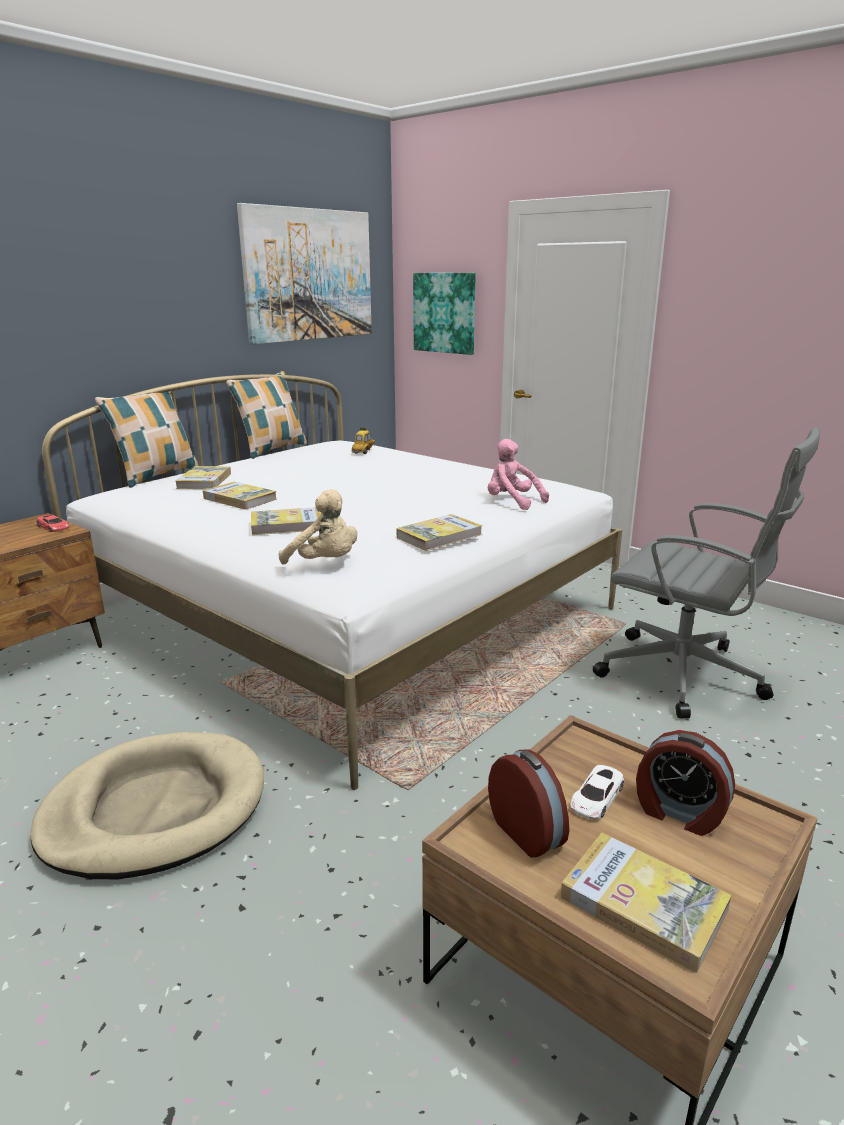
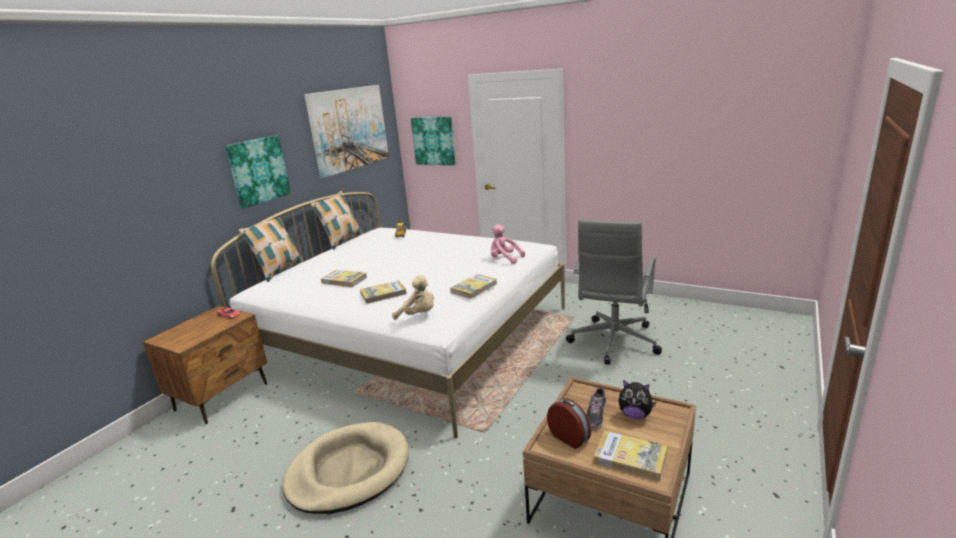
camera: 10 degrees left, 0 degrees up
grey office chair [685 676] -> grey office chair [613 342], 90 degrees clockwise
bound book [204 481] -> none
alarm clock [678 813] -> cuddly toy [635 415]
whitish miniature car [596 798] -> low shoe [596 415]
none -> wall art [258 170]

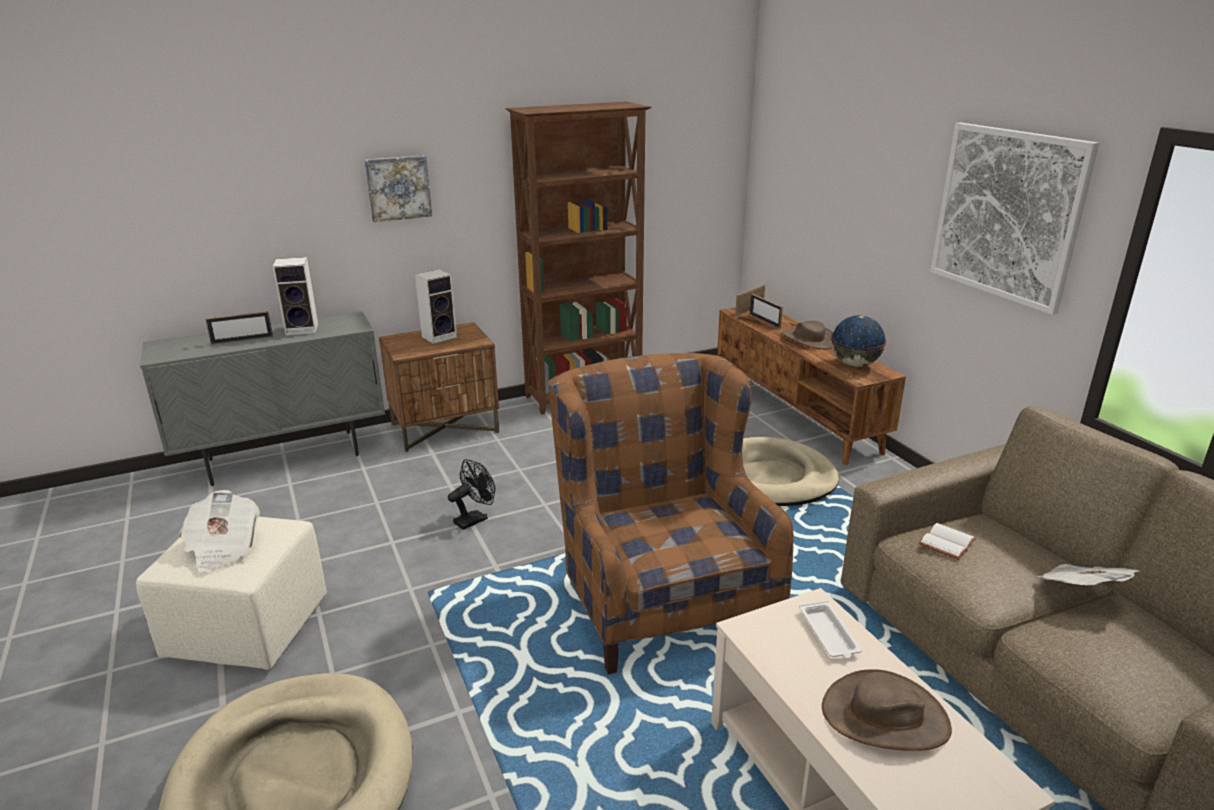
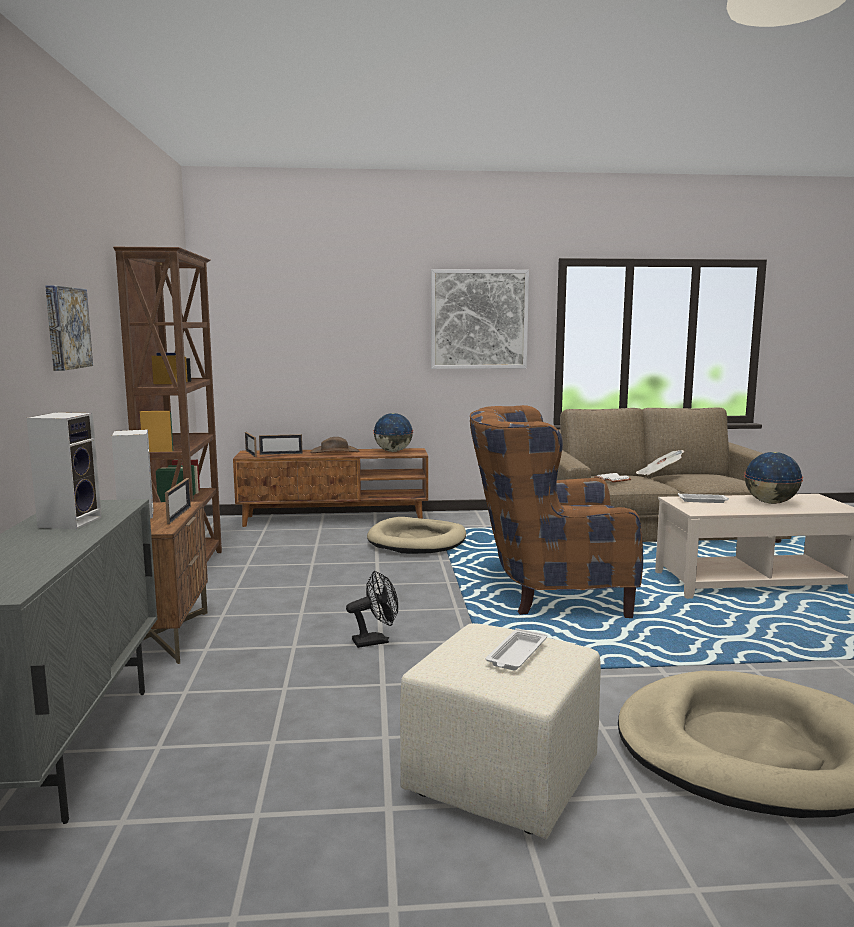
camera: 70 degrees left, 15 degrees down
photo frame [242 340] -> photo frame [179 515], shifted
black cooling fan [475 519] -> black cooling fan [376 641], 90 degrees clockwise
daily paper [223 548] -> whitish serving tray [516 655]
brown-coloured clothing hat [885 717] -> desk globe [771 503]

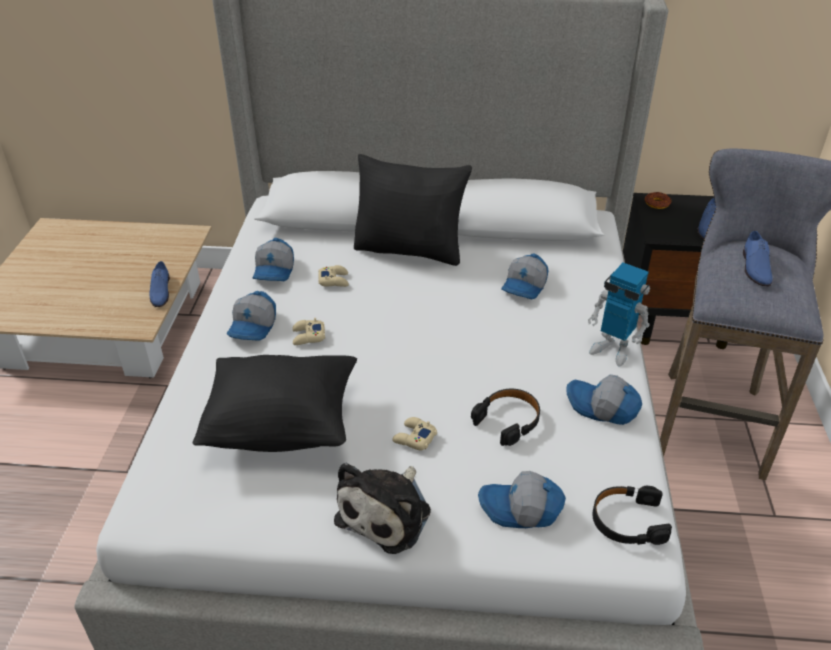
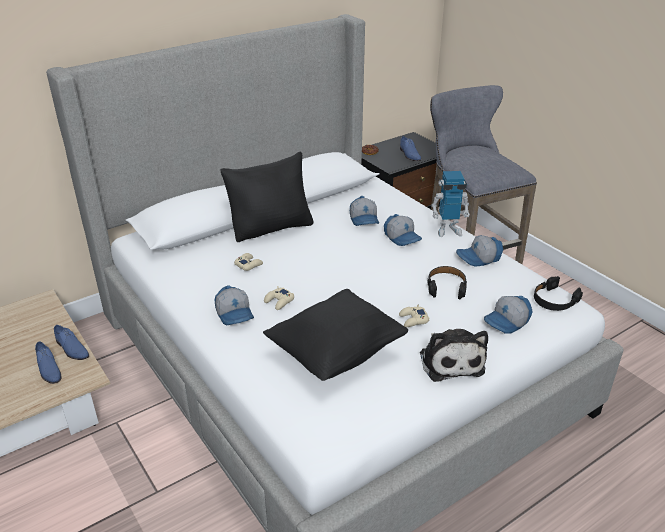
camera: 40 degrees left, 5 degrees down
blue-coloured low shoe [754 267] -> blue-coloured low shoe [48 369], shifted
cap [275 271] -> cap [402 237], shifted

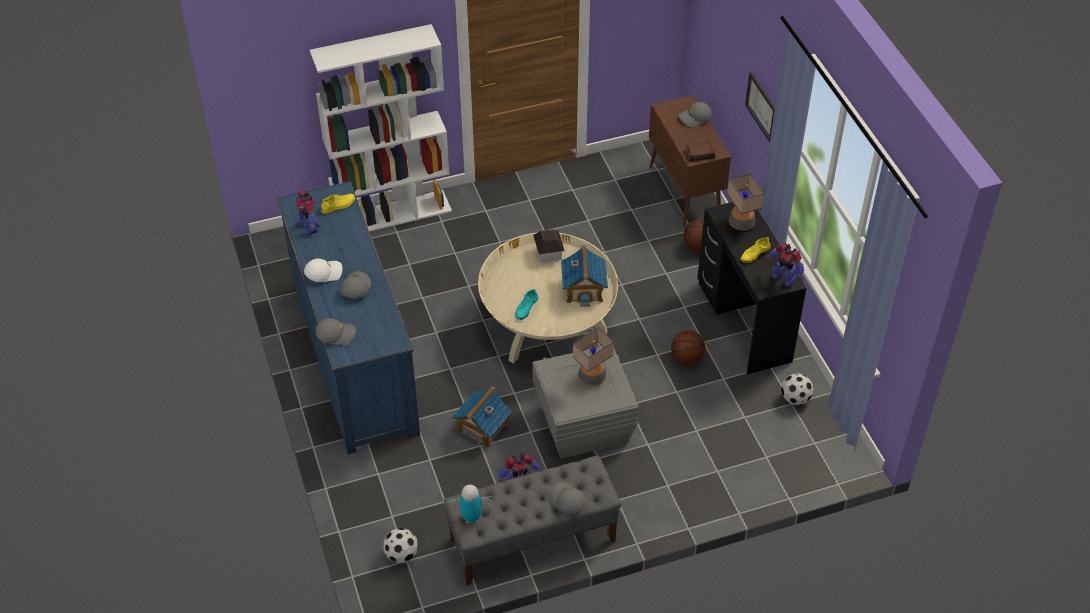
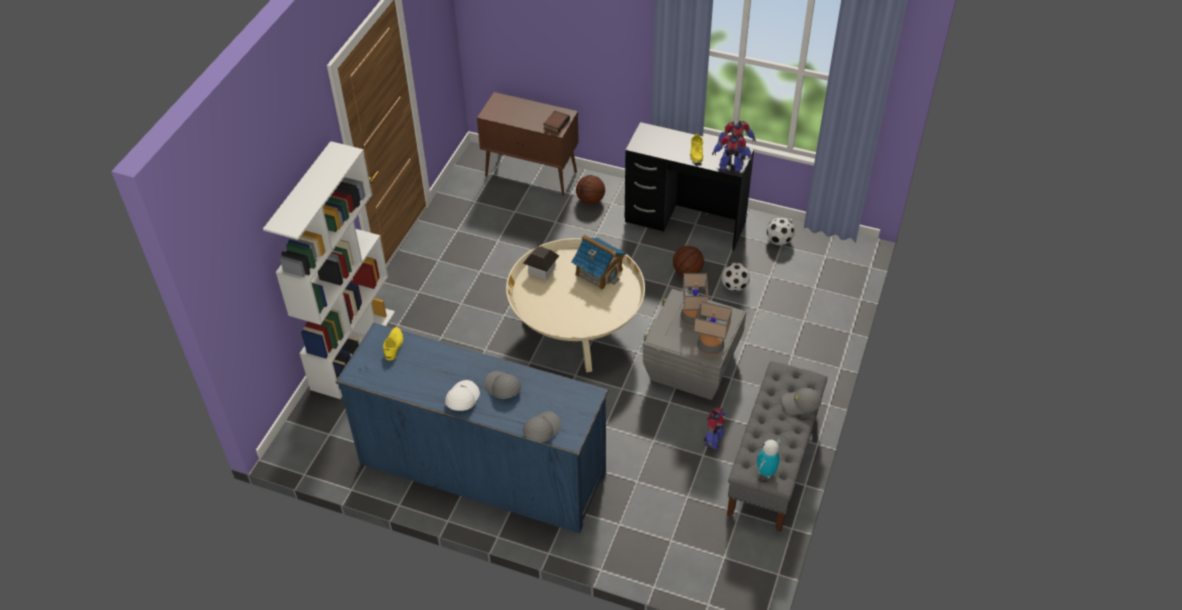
camera: 50 degrees left, 0 degrees up
wall art [761 107] -> none
grey cap [694 118] -> none
tabletop lamp [741 223] -> tabletop lamp [710 347], shifted
model robot [309 227] -> model robot [730 167], shifted
turquoise-coloured low shoe [526 308] -> none
miniature house [482 428] -> none
football ball [402 554] -> football ball [734 286], shifted

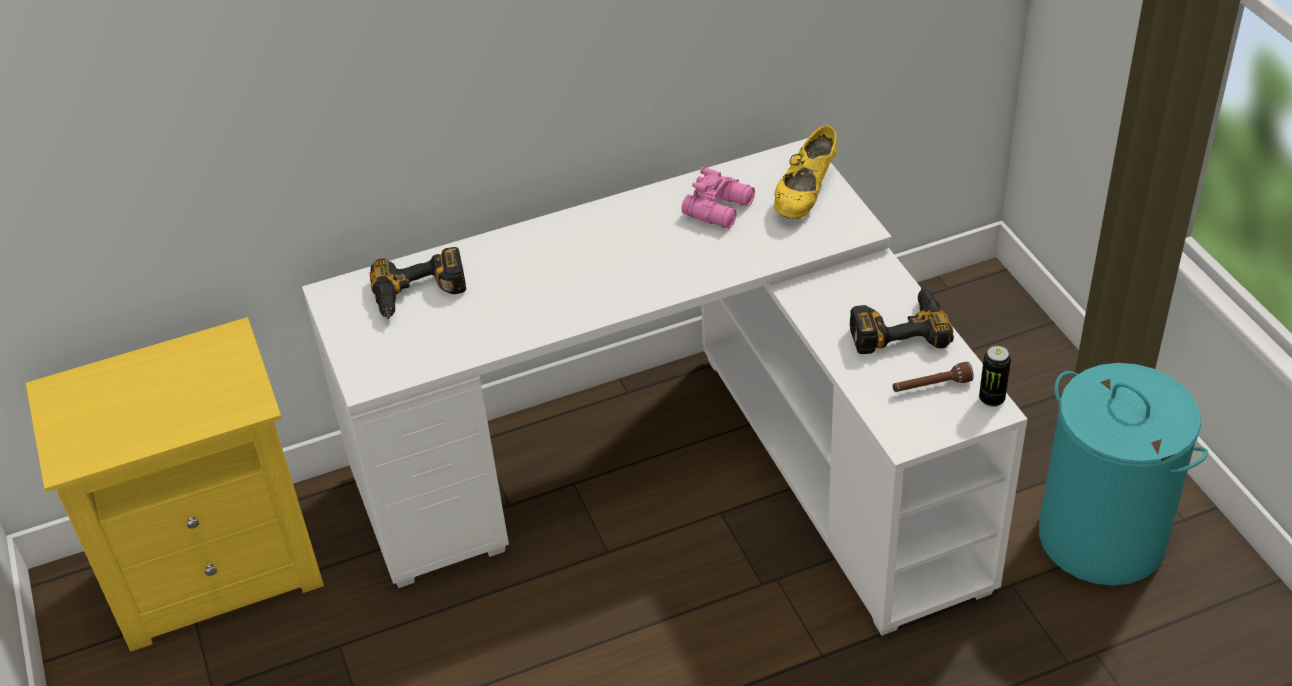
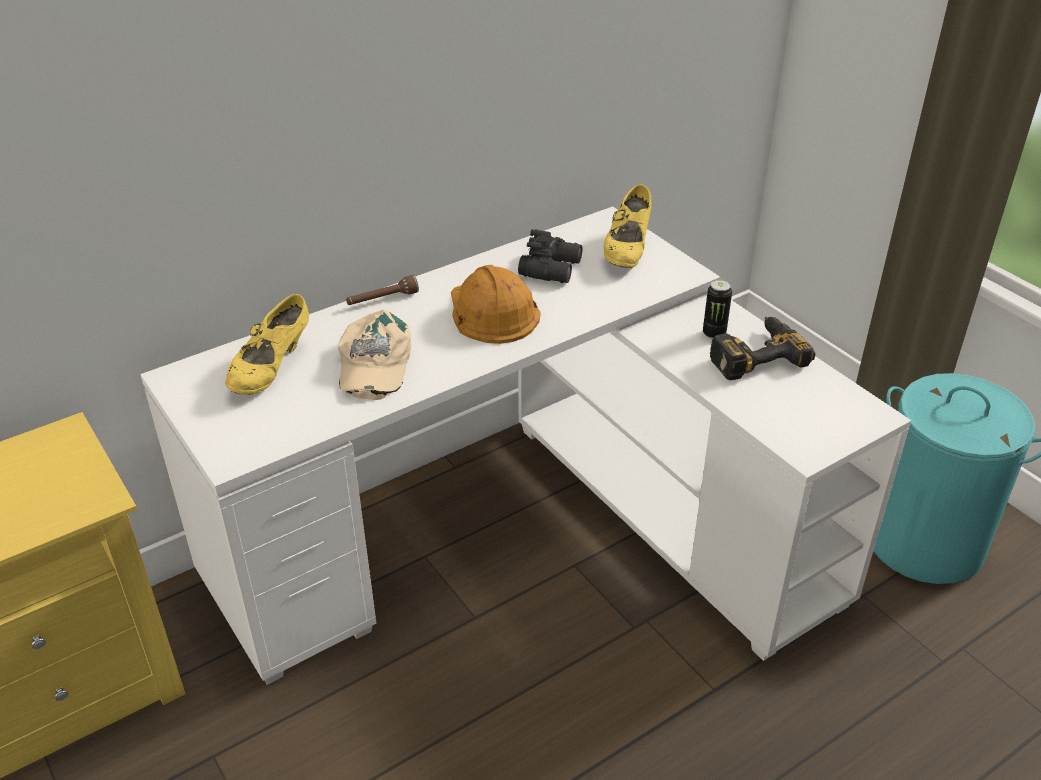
camera: 15 degrees left, 5 degrees down
pinkish binoculars [720 208] -> black binoculars [552 268]
drill [420 295] -> yellow low shoe [271 370]
can [991 399] -> can [714 334], shifted
brown-coloured torch [931 386] -> brown-coloured torch [382 300], shifted
none -> orange-coloured work helmet [492 311]
none -> beige cap [373 363]

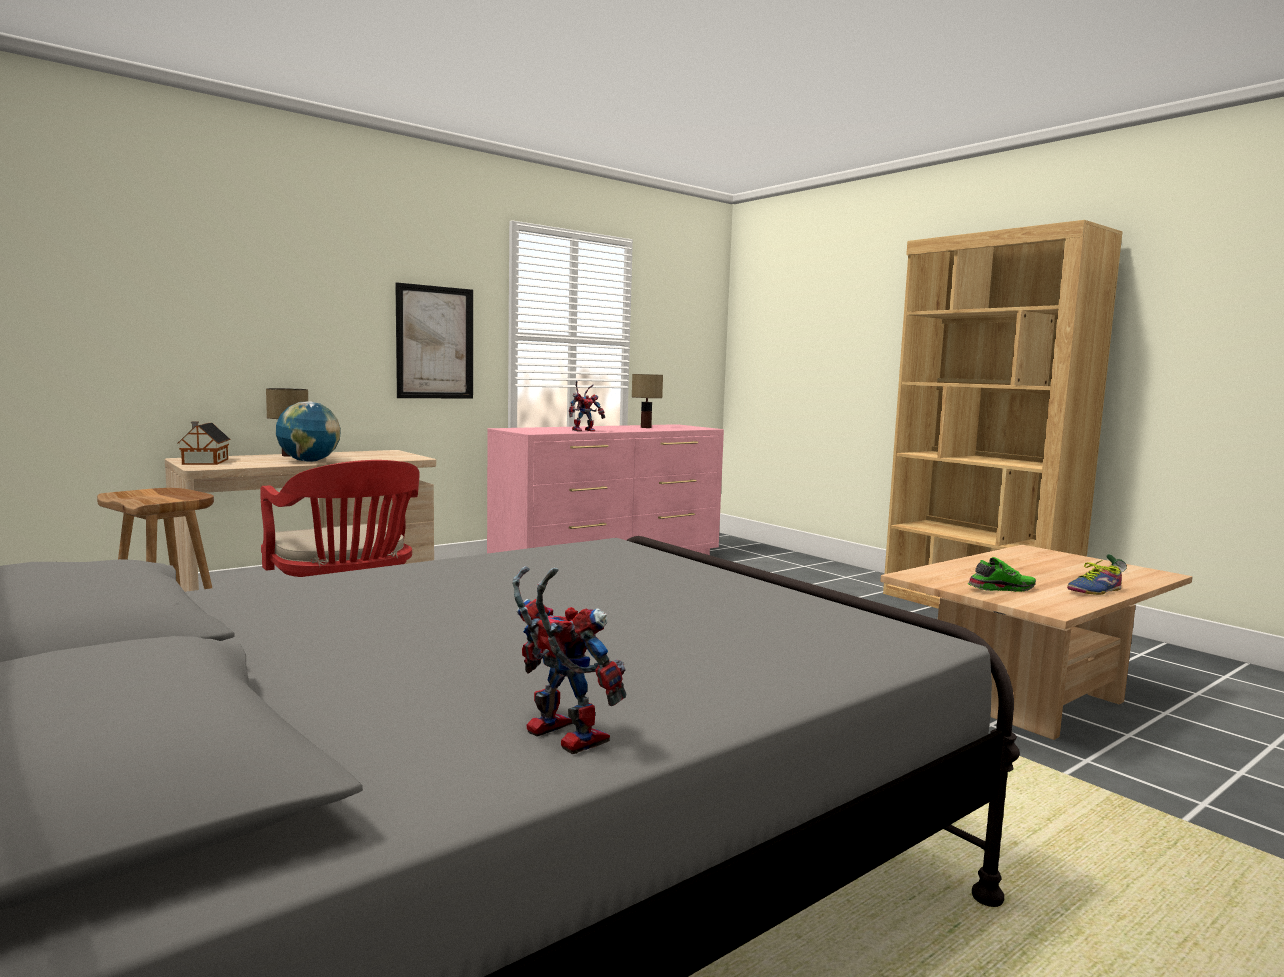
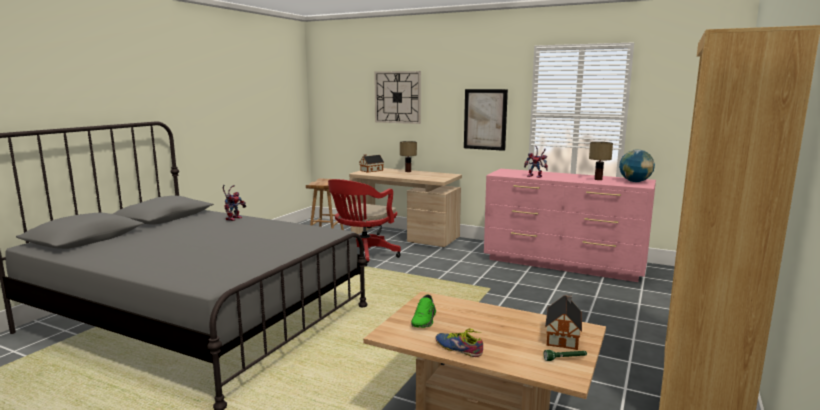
camera: 65 degrees right, 5 degrees up
desk globe [309 461] -> desk globe [635 181], shifted
greenish low shoe [1000 588] -> greenish low shoe [425 320], 60 degrees clockwise
model robot [556 735] -> model robot [233 218], shifted
none -> hanging clock [397 97]
none -> miniature house [563 336]

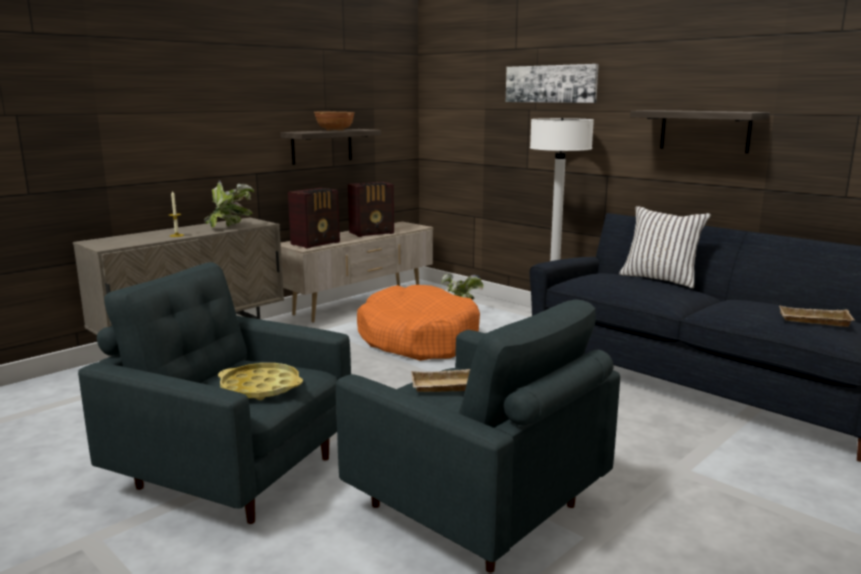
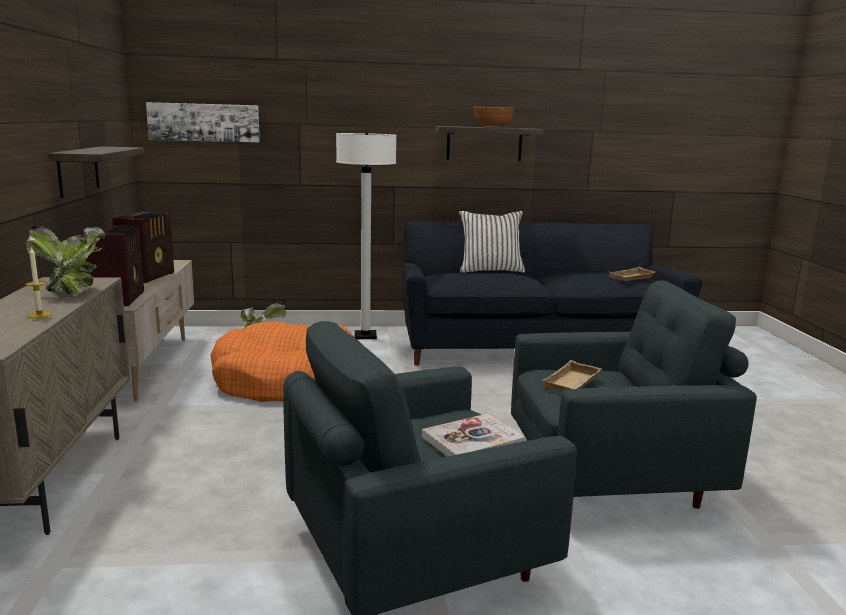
camera: 50 degrees left, 0 degrees up
wall art [551 84] -> wall art [204 122], shifted
brown-coloured bowl [335 130] -> brown-coloured bowl [492 127], shifted
yellow serving tray [260 388] -> bound book [473 440]

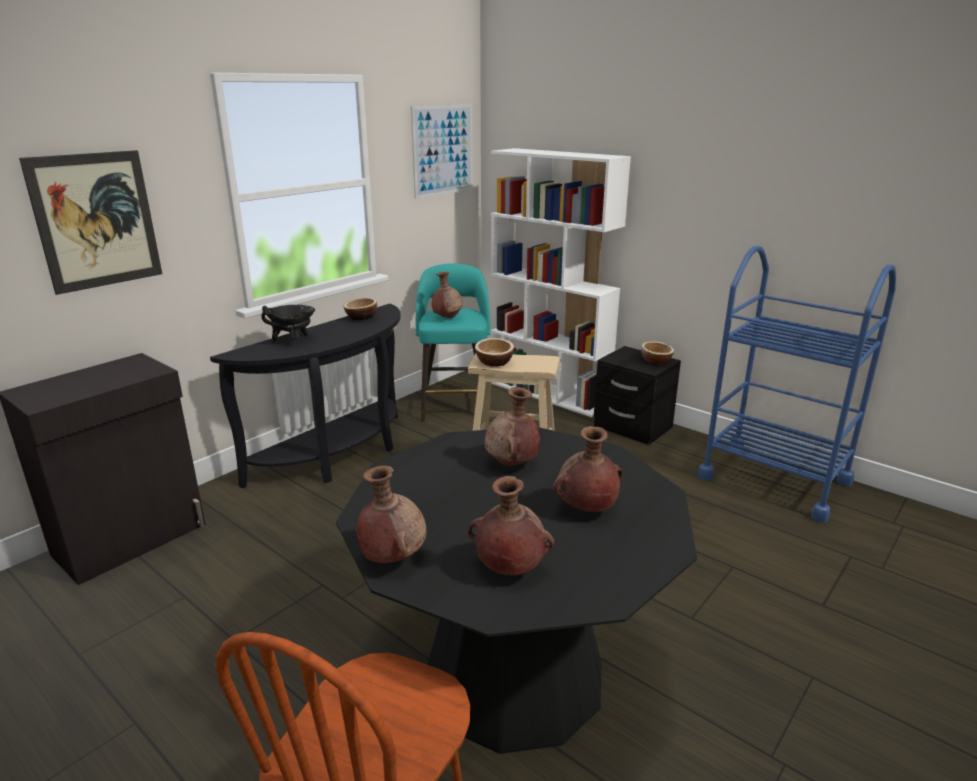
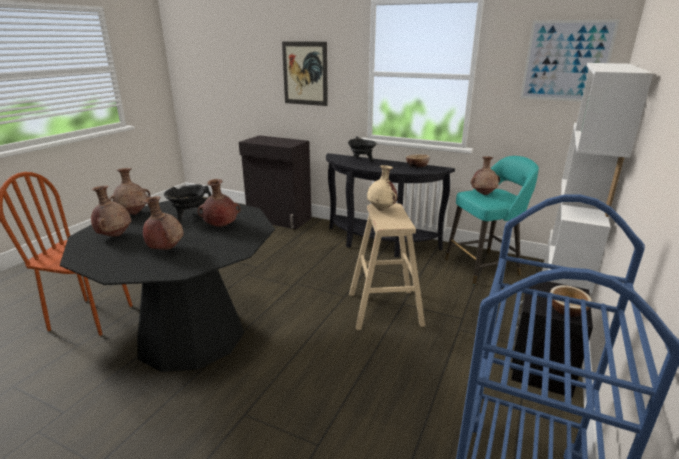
camera: 75 degrees right, 0 degrees up
bowl [494 362] -> beige flower vase [382 209]
none -> black cooking pot [189 216]

